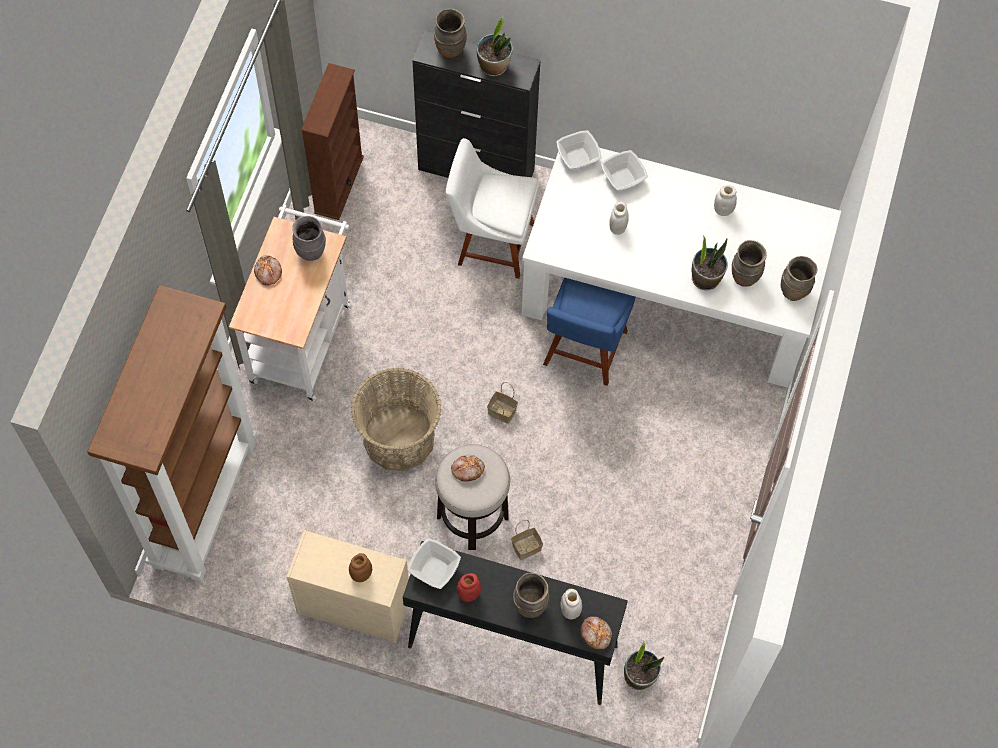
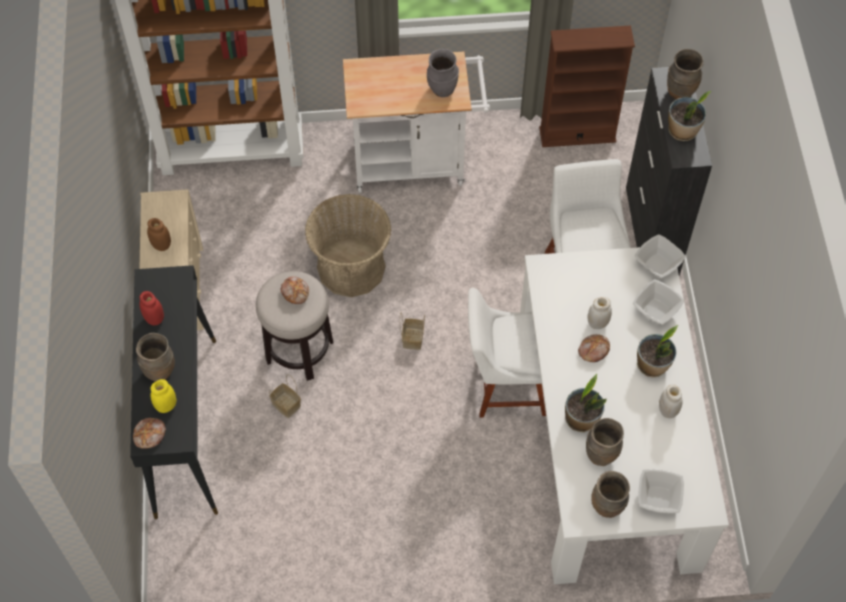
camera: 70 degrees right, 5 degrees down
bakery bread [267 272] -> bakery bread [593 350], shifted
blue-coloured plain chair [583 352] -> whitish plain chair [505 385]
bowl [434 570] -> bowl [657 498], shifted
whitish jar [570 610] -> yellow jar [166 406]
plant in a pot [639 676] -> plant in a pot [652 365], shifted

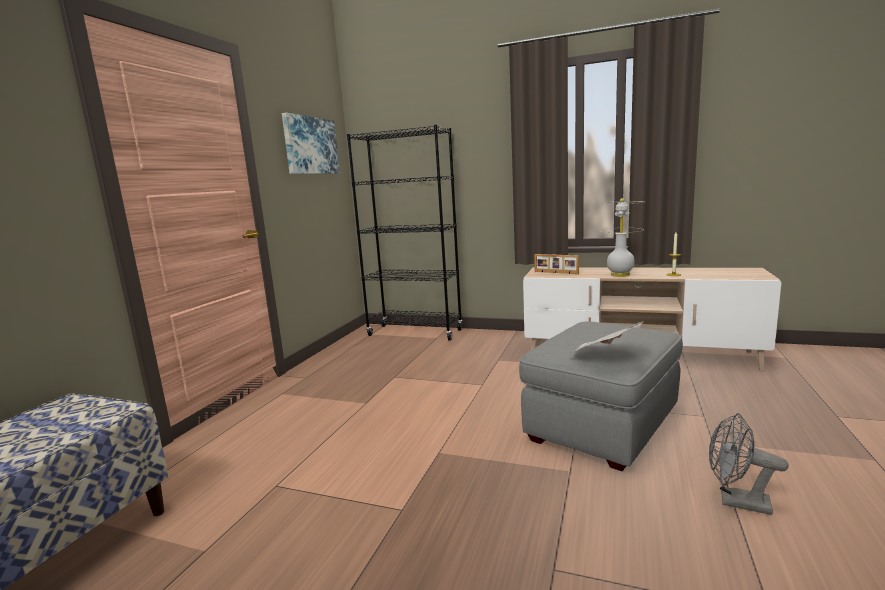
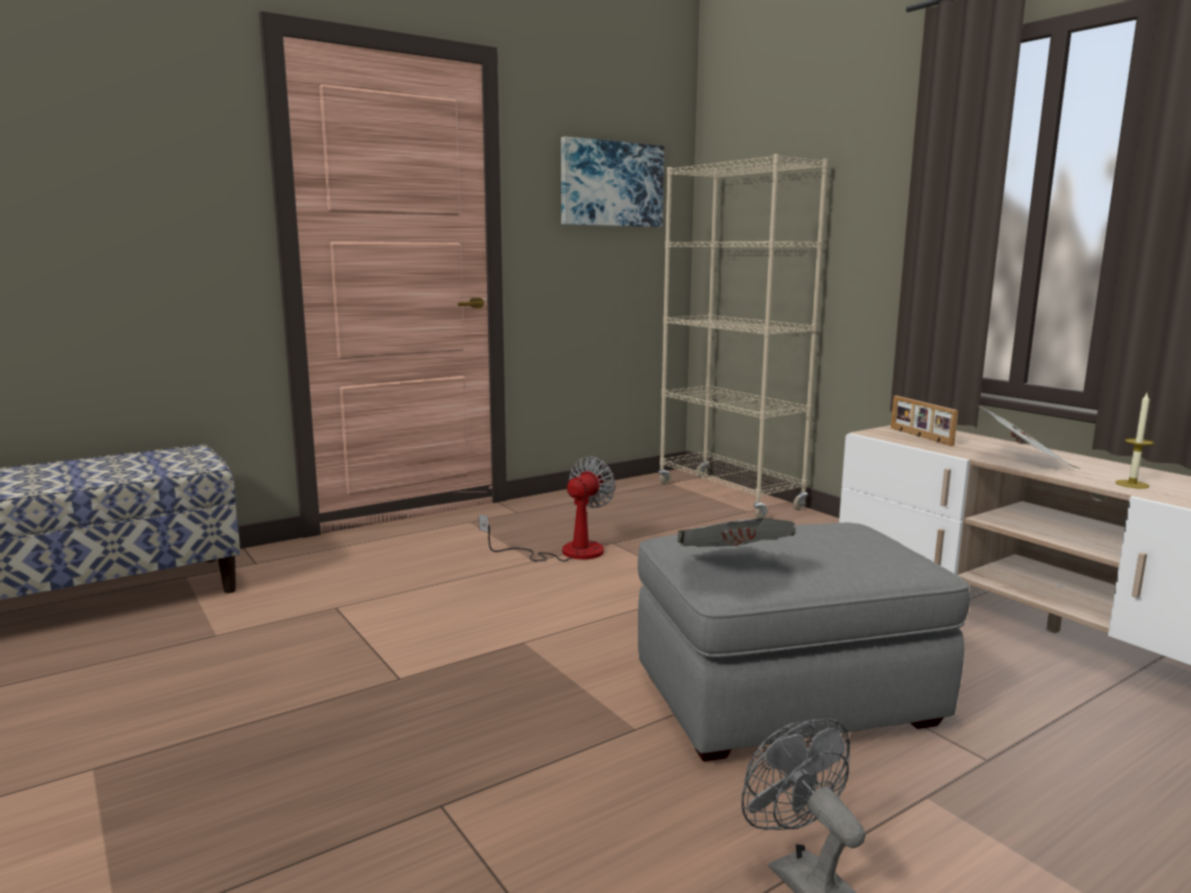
camera: 35 degrees right, 0 degrees up
black bookcase [415 333] -> beige bookcase [729 496]
whitish tabletop lamp [620 275] -> daily paper [1023 462]
none -> cooling fan [566 552]

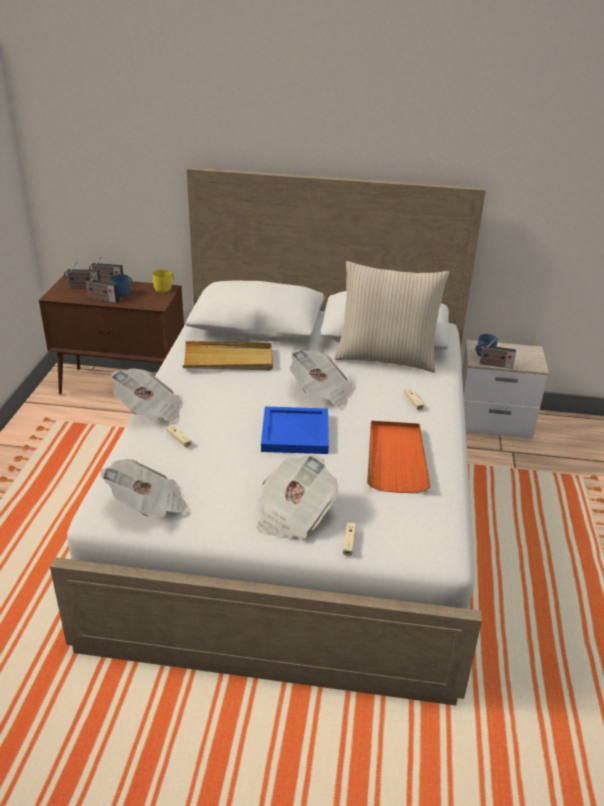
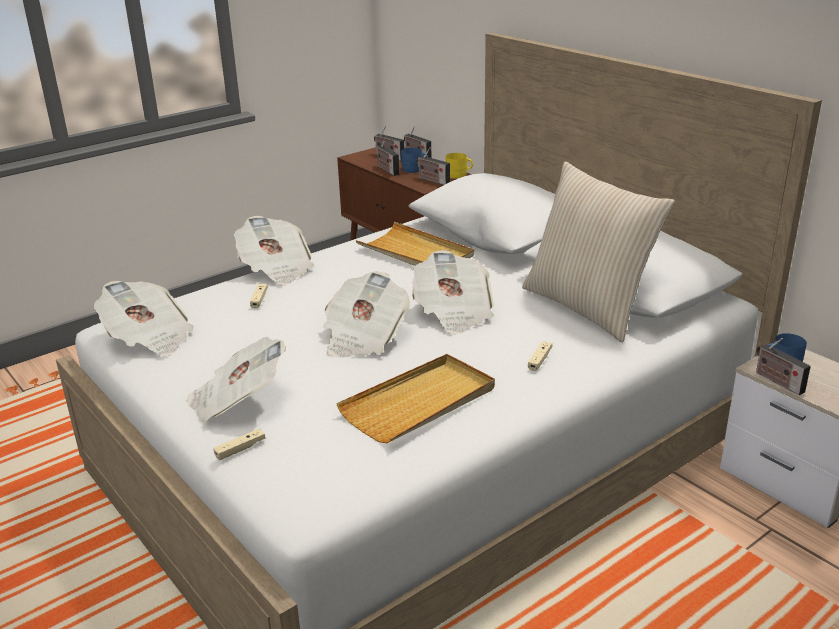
camera: 45 degrees right, 5 degrees down
blue-coloured serving tray [296 434] -> daily paper [363 337]
orange-coloured serving tray [396 458] -> beige serving tray [419 403]
none -> radio receiver [432 180]

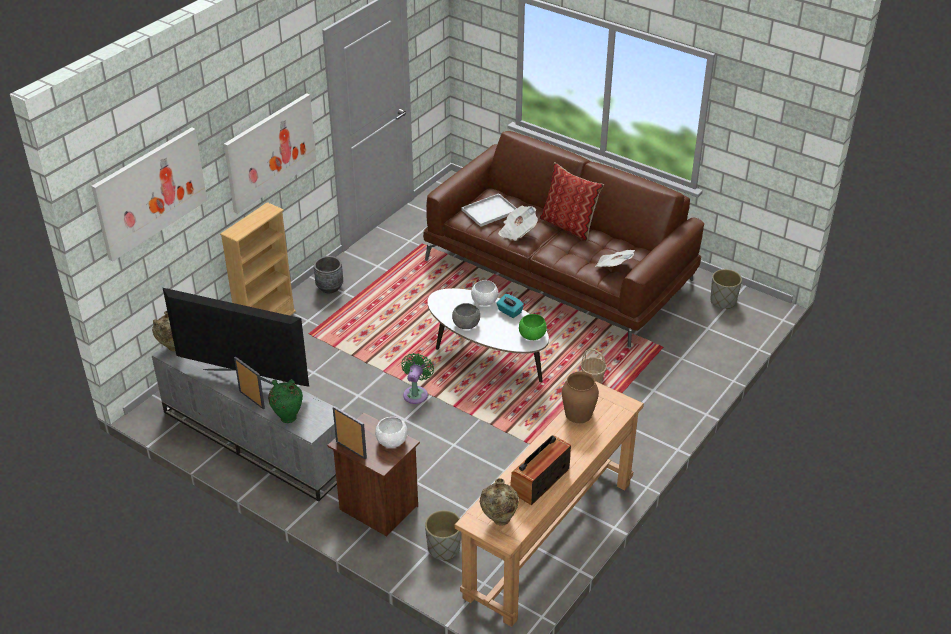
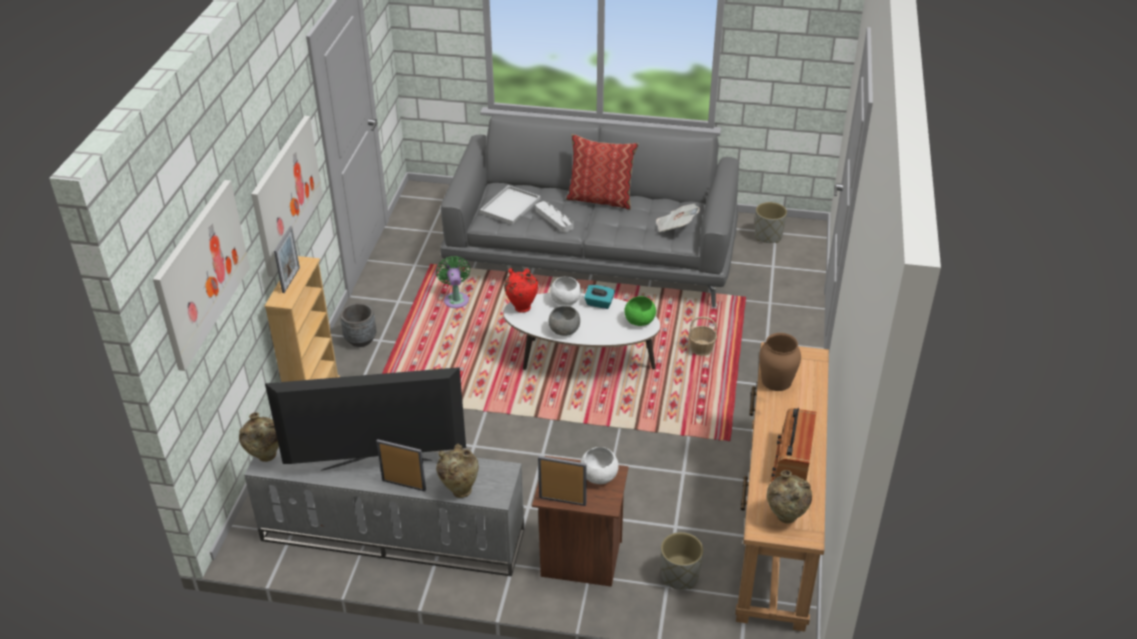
camera: 25 degrees left, 0 degrees up
brown-coloured sofa [559 271] -> grey sofa [593 252]
daily paper [517 231] -> grey serving tray [554 219]
greenish cooling fan [416 393] -> greenish cooling fan [456 299], shifted
greenish flower vase [288 416] -> beige flower vase [459 490]
none -> photo frame [291 280]
none -> red-coloured flower vase [521 307]

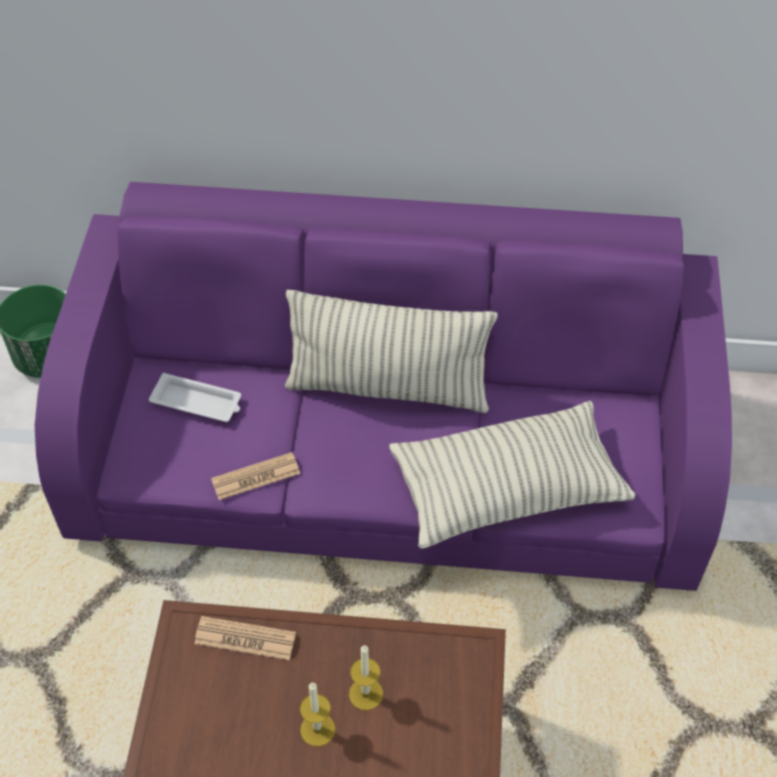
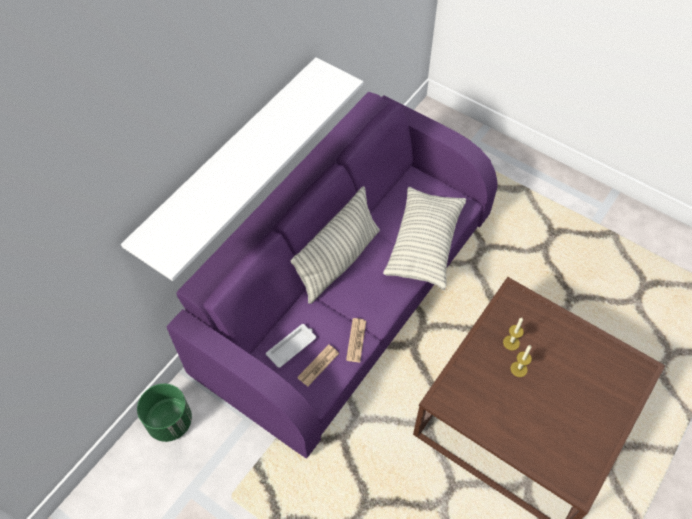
camera: 60 degrees left, 5 degrees up
daily paper [245 638] -> daily paper [318 365], shifted
none -> whitish bracket shelf [229 159]

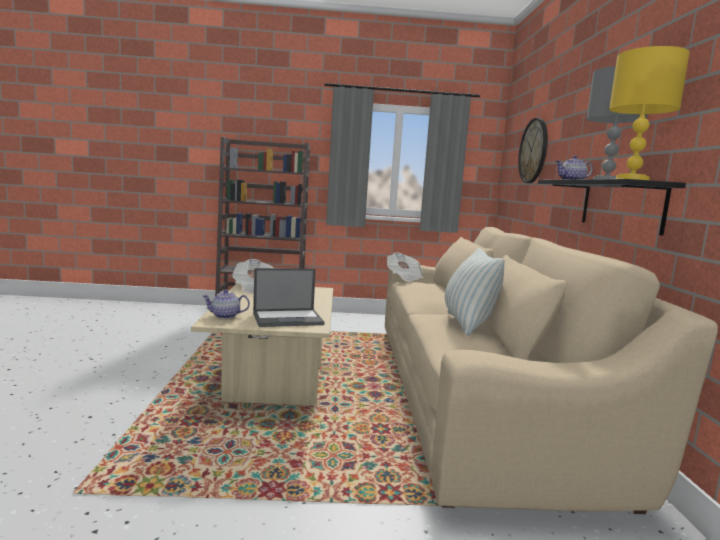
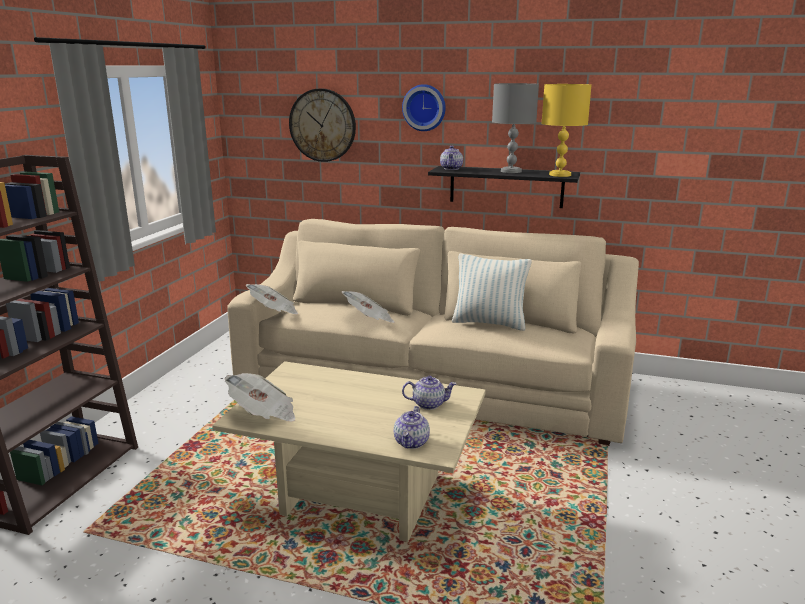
camera: 70 degrees left, 10 degrees up
laptop [288 318] -> teapot [429 404]
none -> hanging clock [424 107]
none -> daily paper [369 320]

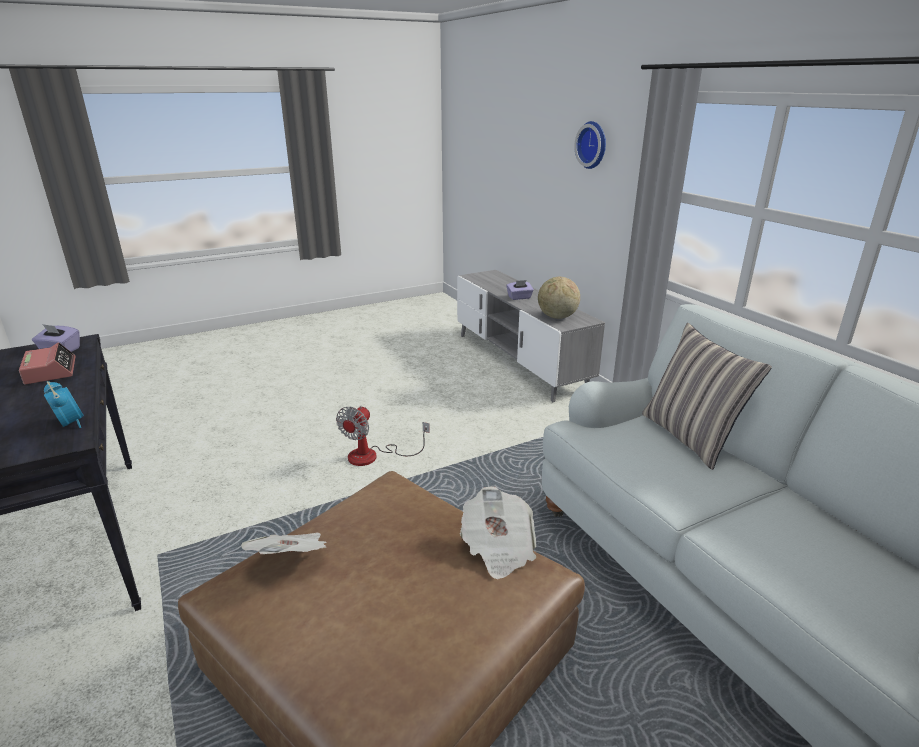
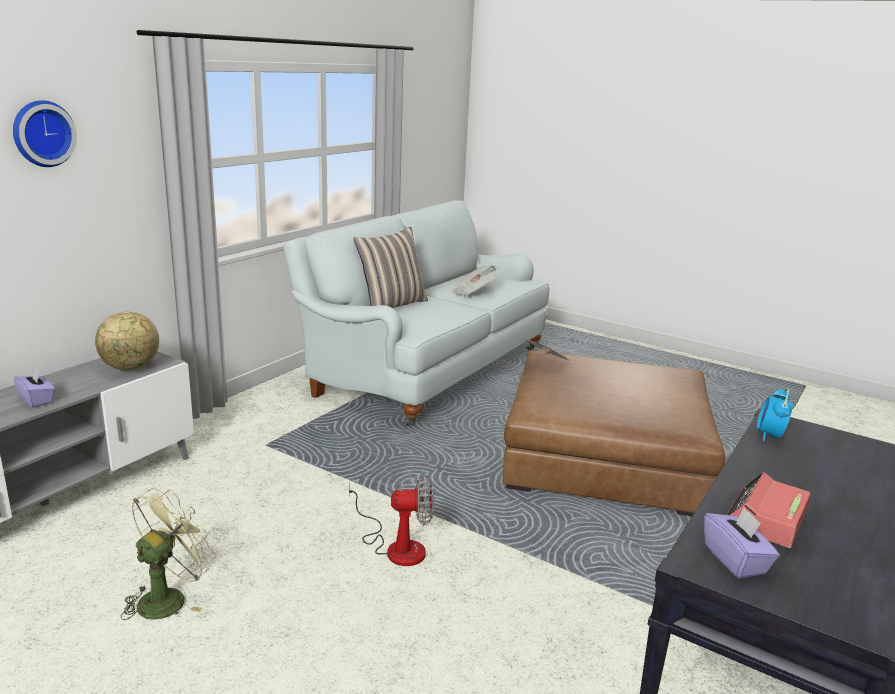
camera: 120 degrees left, 5 degrees down
daily paper [291 559] -> daily paper [473 292], shifted
none -> greenish cooling fan [169 597]

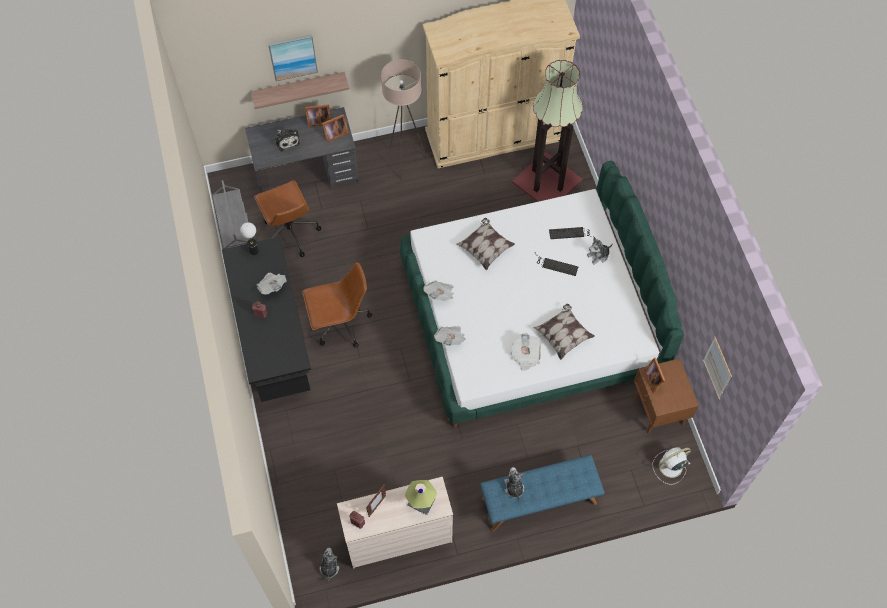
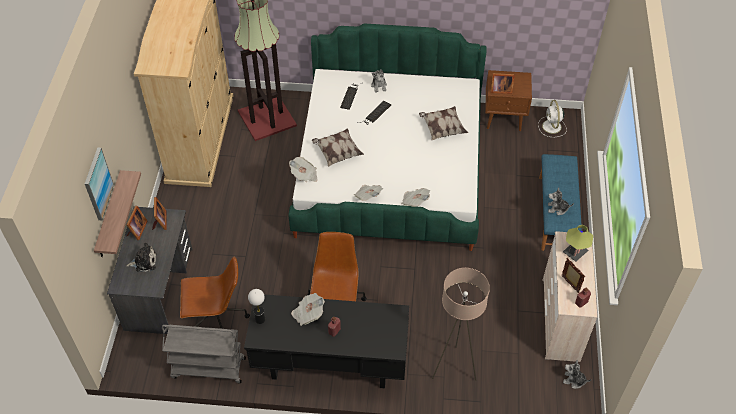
camera: 70 degrees left, 10 degrees down
beige standing lamp [405 162] -> beige standing lamp [454 368], shifted
daily paper [525 356] -> daily paper [304 175], shifted
wall art [717 368] -> none

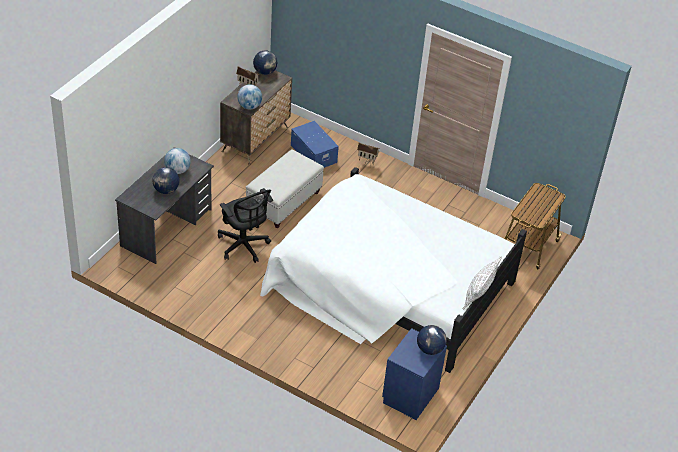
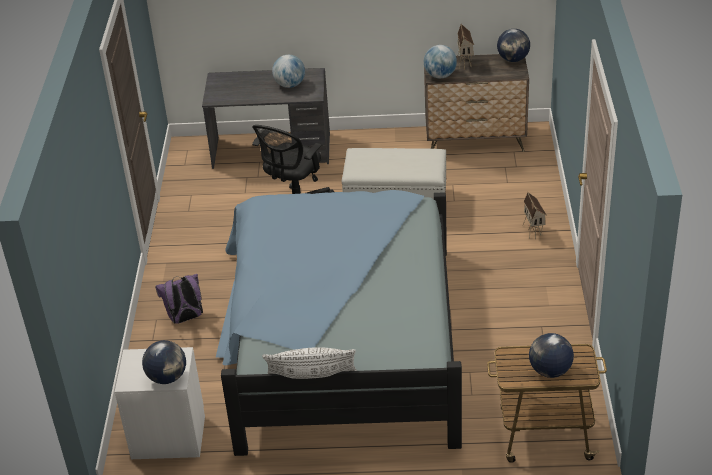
camera: 65 degrees right, 5 degrees down
blue-coloured storage box [314 153] -> none
desk globe [166 190] -> desk globe [550 371], shifted
whitish bed [388 286] -> blue-coloured bed [338 340]
blue-coloured night table [409 395] -> whitish night table [168 436]
none -> purplish knapsack [185 318]

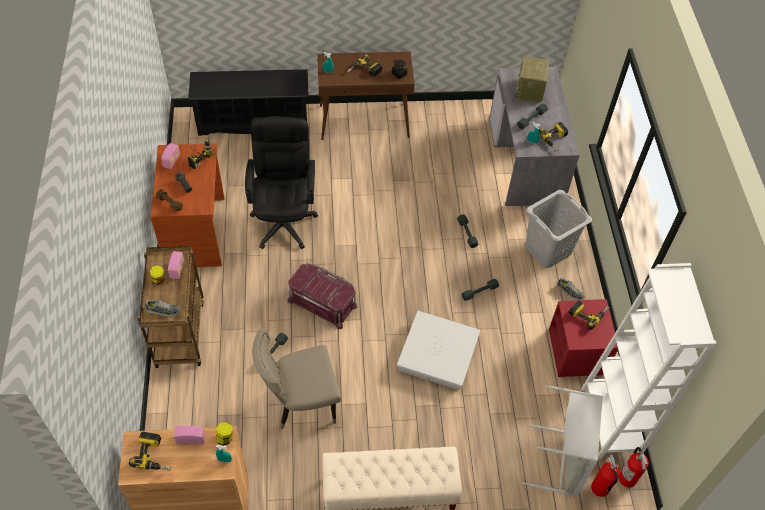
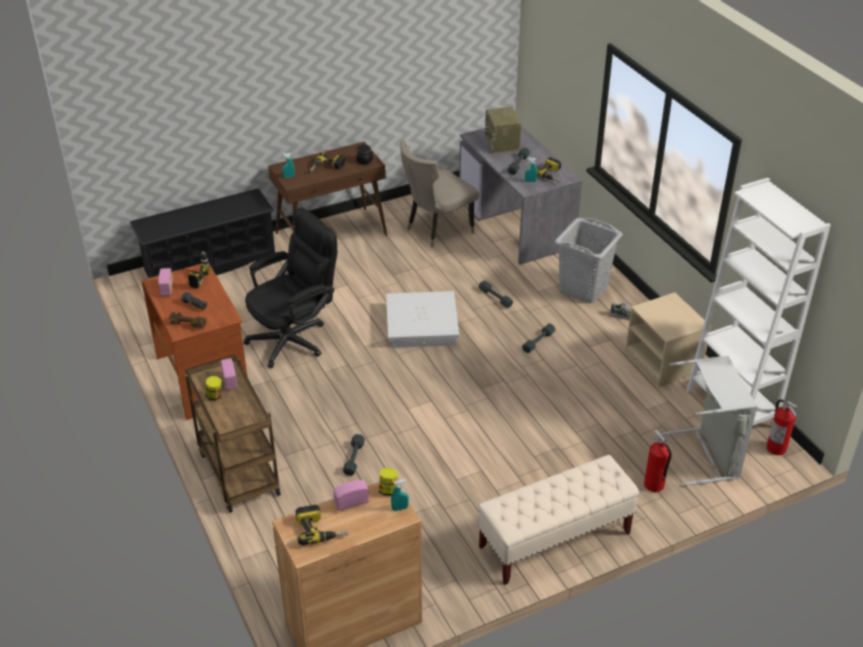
camera: 20 degrees left, 15 degrees down
black office chair [284 218] -> black office chair [295 338], 75 degrees clockwise
red-coloured storage box [323 302] -> none
low shoe [163 310] -> none
red-coloured night table [577 352] -> beige night table [664 362]
drill [588 313] -> none
whitish storage box [438 354] -> whitish storage box [422 325], shifted
beige plain chair [300 403] -> beige plain chair [436 230], shifted
extinguisher [599 488] -> extinguisher [654 485], shifted

